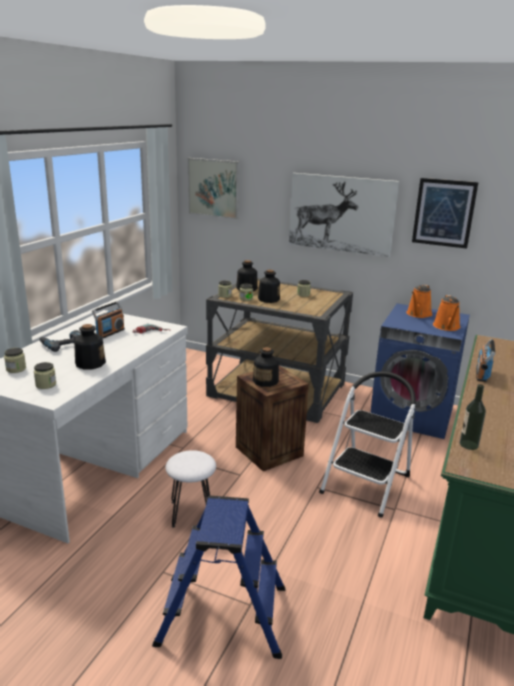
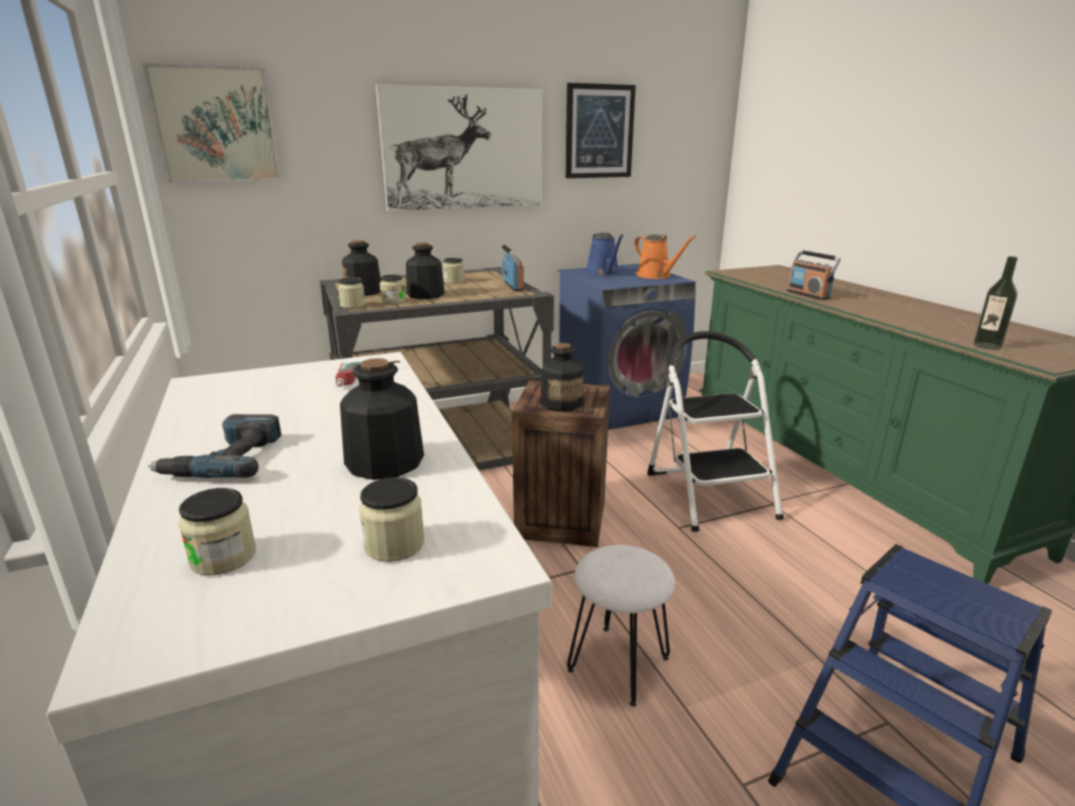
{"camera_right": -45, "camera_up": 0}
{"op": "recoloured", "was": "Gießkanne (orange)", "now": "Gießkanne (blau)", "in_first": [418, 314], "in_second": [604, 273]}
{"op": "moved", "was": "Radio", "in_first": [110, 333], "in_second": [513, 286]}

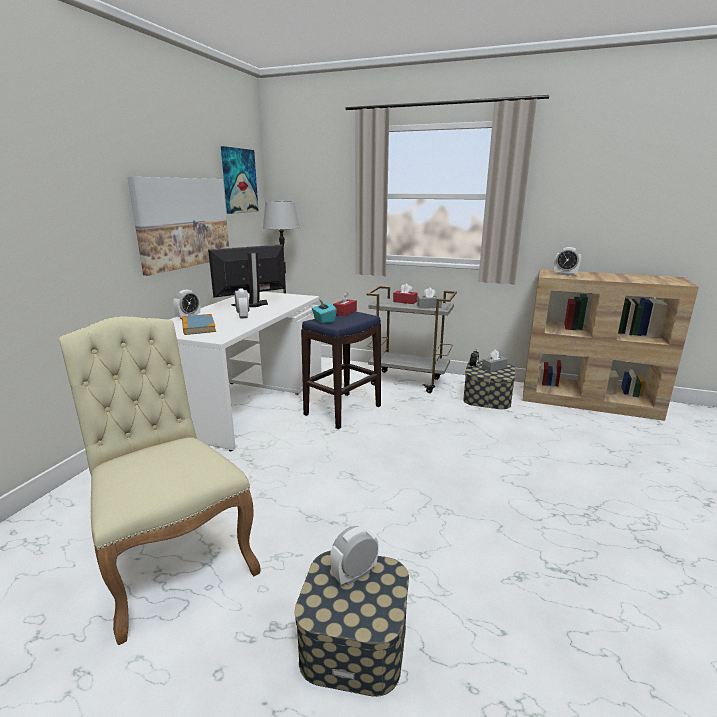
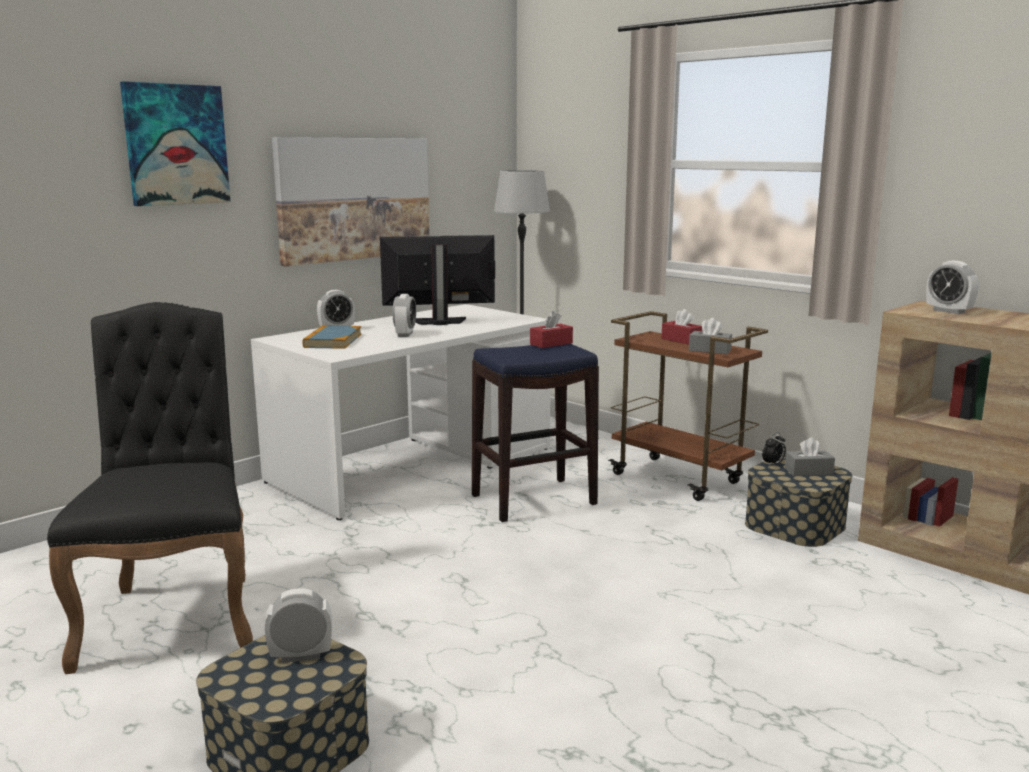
{"camera_right": 25, "camera_up": -5}
{"op": "moved", "was": "Bild", "in_first": [239, 181], "in_second": [176, 145]}
{"op": "recoloured", "was": "Rollwagen (grau)", "now": "Rollwagen (braun)", "in_first": [408, 382], "in_second": [679, 480]}
{"op": "removed", "was": "Taschentuchbox (türkis)", "in_first": [324, 320]}
{"op": "recoloured", "was": "Stuhl (beige)", "now": "Stuhl (schwarz)", "in_first": [173, 562], "in_second": [174, 618]}

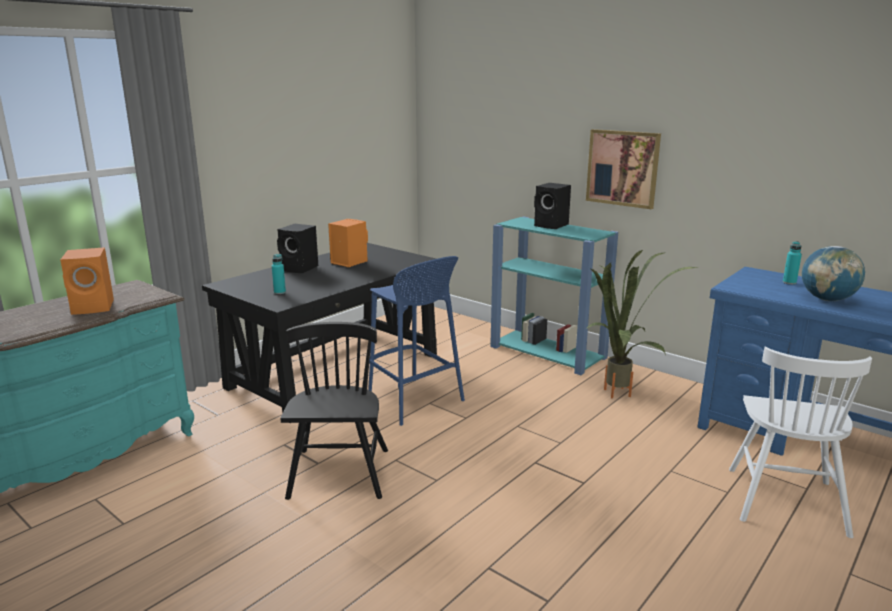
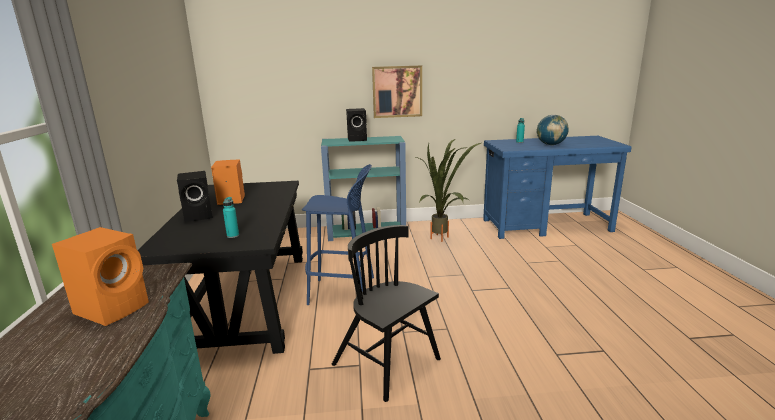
{"camera_right": -45, "camera_up": 0}
{"op": "removed", "was": "Stuhl (weiß)", "in_first": [784, 496]}

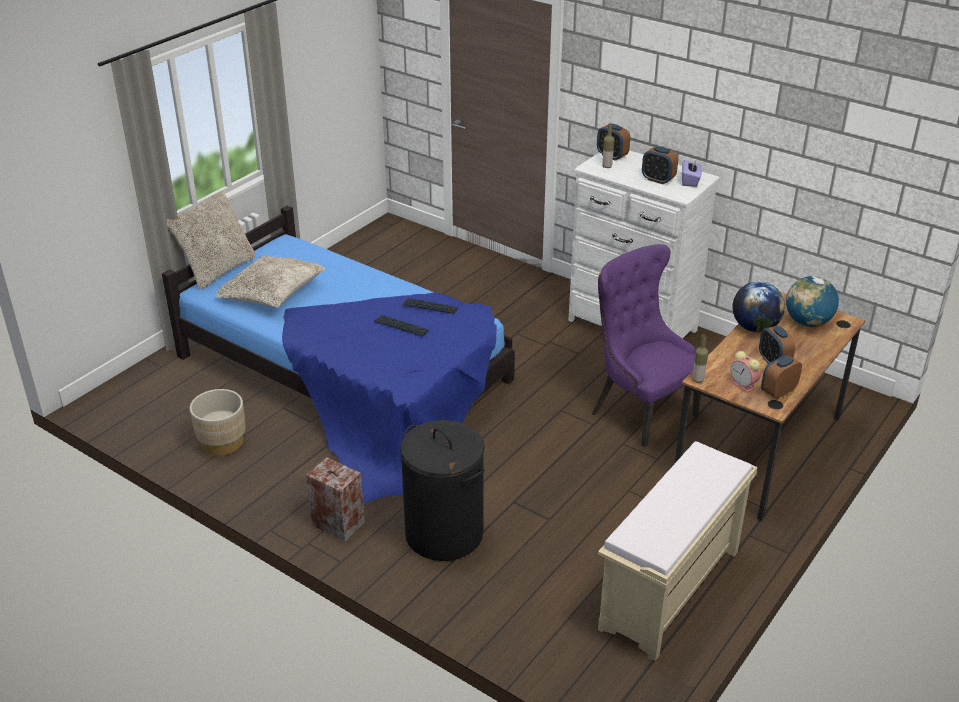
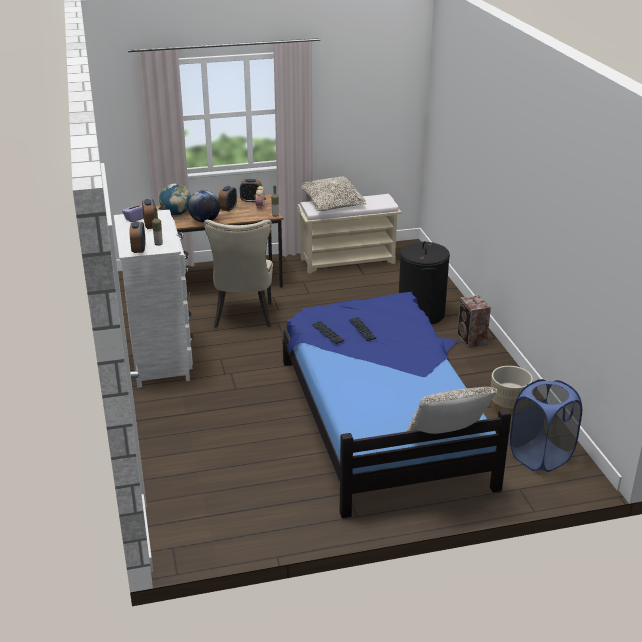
{"camera_right": -140, "camera_up": -5}
{"op": "recoloured", "was": "Stuhl (lila)", "now": "Stuhl (beige)", "in_first": [642, 413], "in_second": [244, 316]}
{"op": "moved", "was": "Kissen (beige)", "in_first": [272, 293], "in_second": [332, 203]}
{"op": "added", "now": "Wäschekorb (blau)", "in_second": [540, 456]}

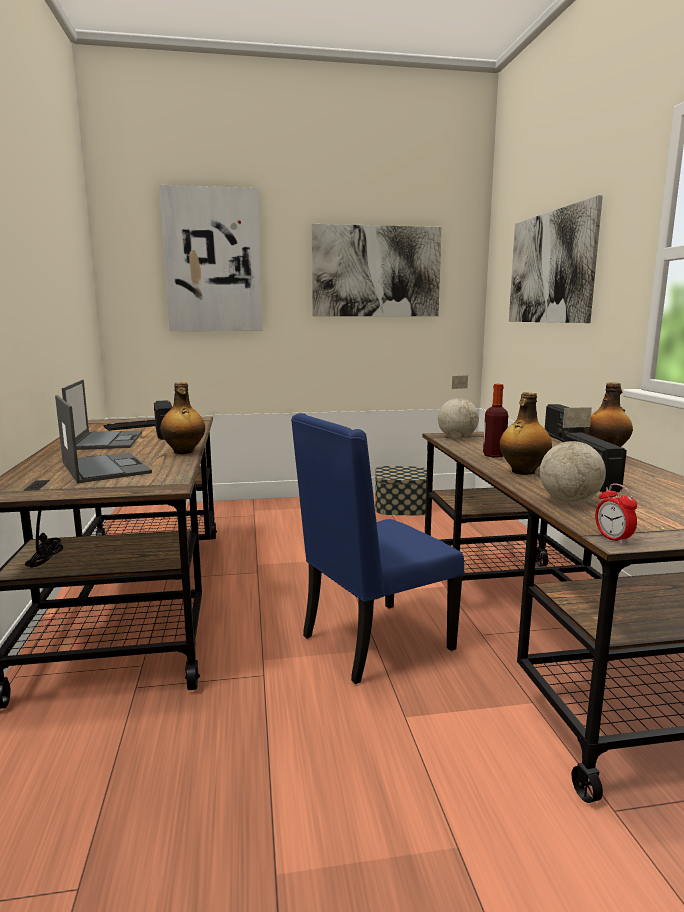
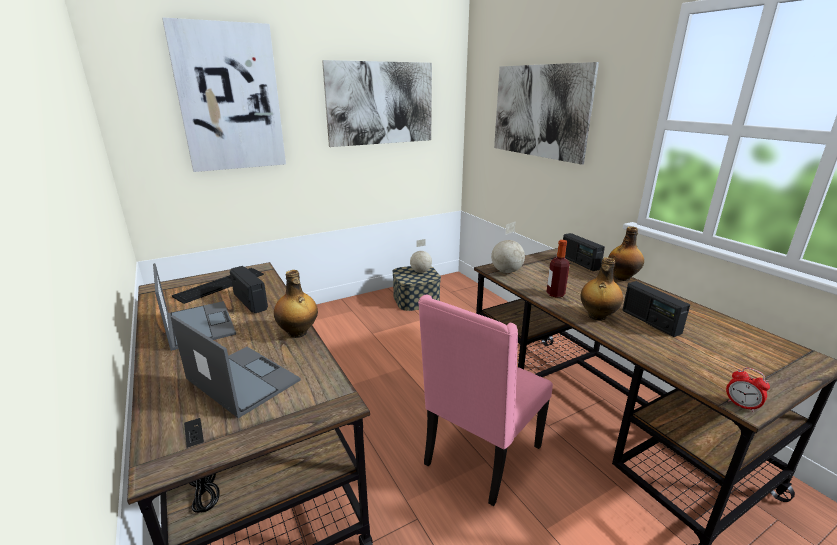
{"camera_right": -20, "camera_up": 10}
{"op": "moved", "was": "Globus", "in_first": [570, 501], "in_second": [421, 272]}
{"op": "recoloured", "was": "Stuhl (blau)", "now": "Stuhl (rosa)", "in_first": [373, 643], "in_second": [480, 456]}

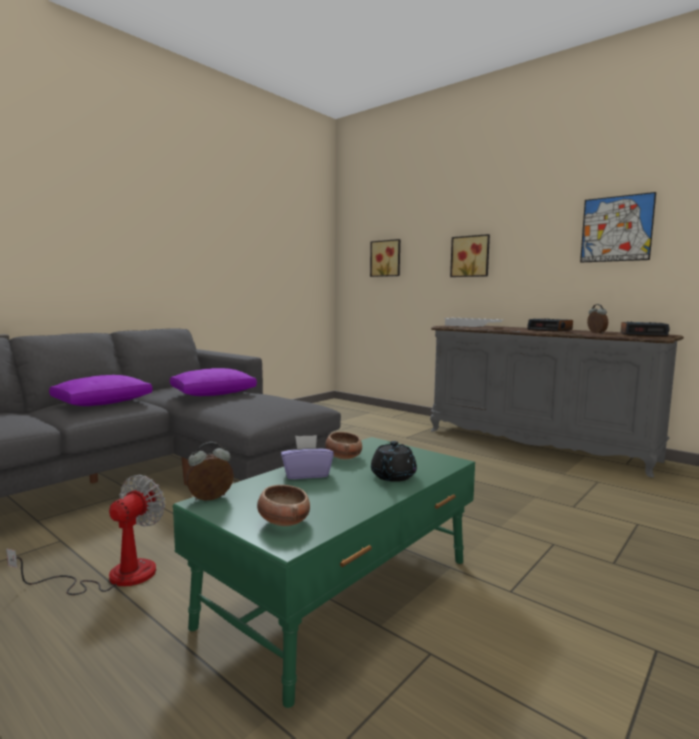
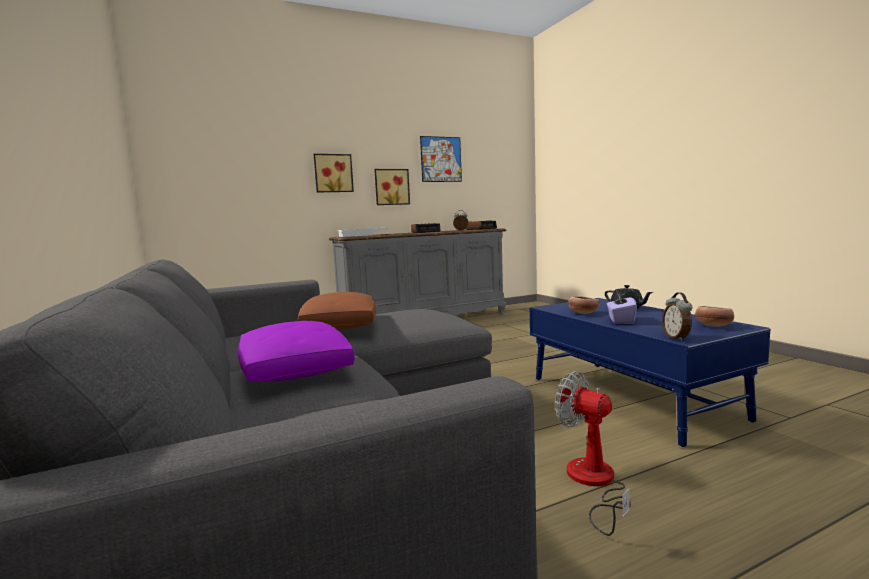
{"camera_right": -65, "camera_up": 0}
{"op": "moved", "was": "Bild", "in_first": [386, 258], "in_second": [391, 187]}
{"op": "recoloured", "was": "Kissen (lila)", "now": "Kissen (braun)", "in_first": [214, 393], "in_second": [339, 325]}
{"op": "recoloured", "was": "Couchtisch (grün)", "now": "Couchtisch (blau)", "in_first": [342, 591], "in_second": [629, 397]}

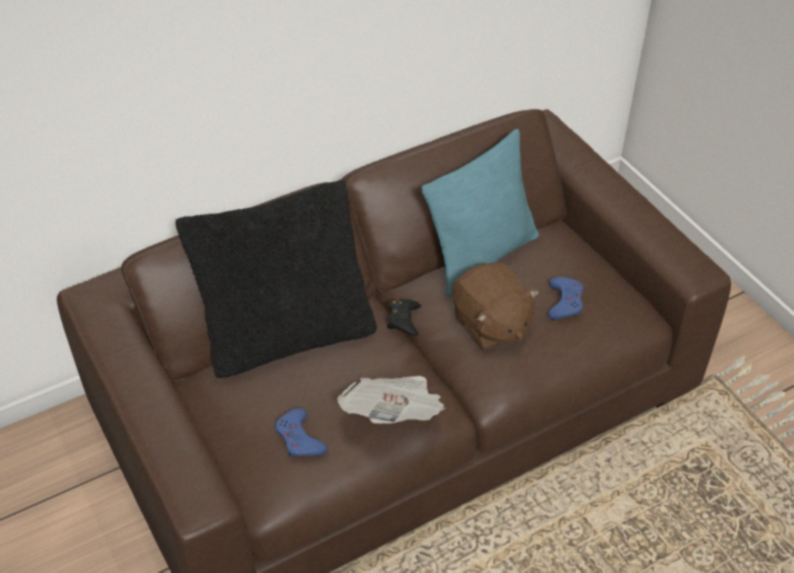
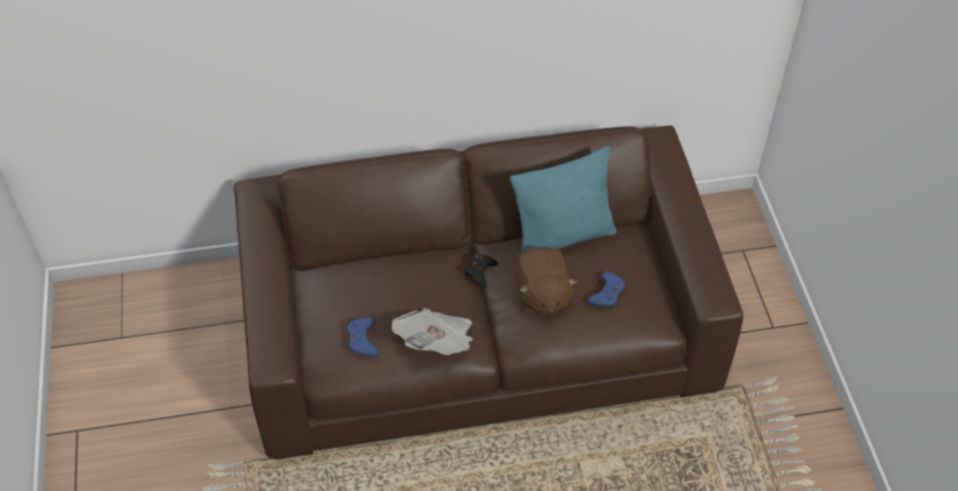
{"camera_right": 20, "camera_up": 5}
{"op": "removed", "was": "Kissen (schwarz)", "in_first": [287, 331]}

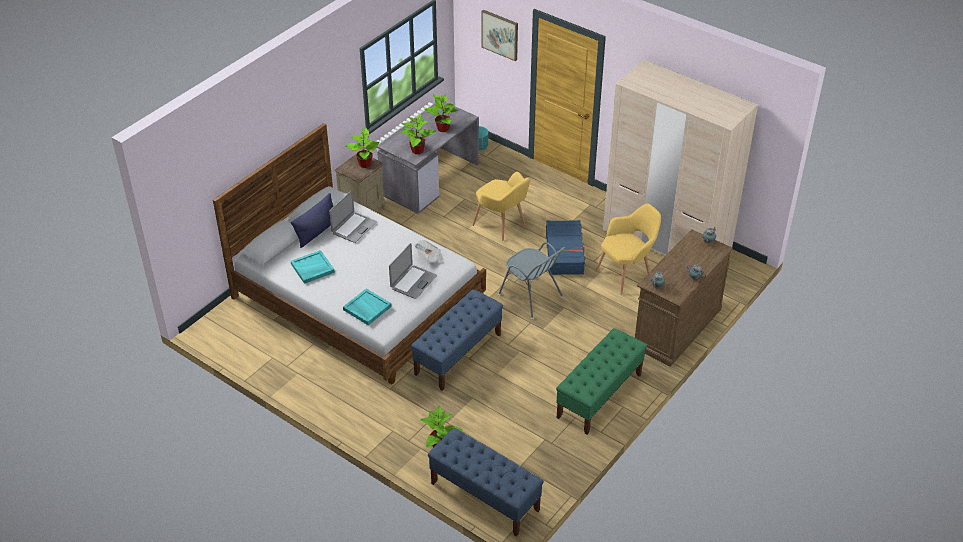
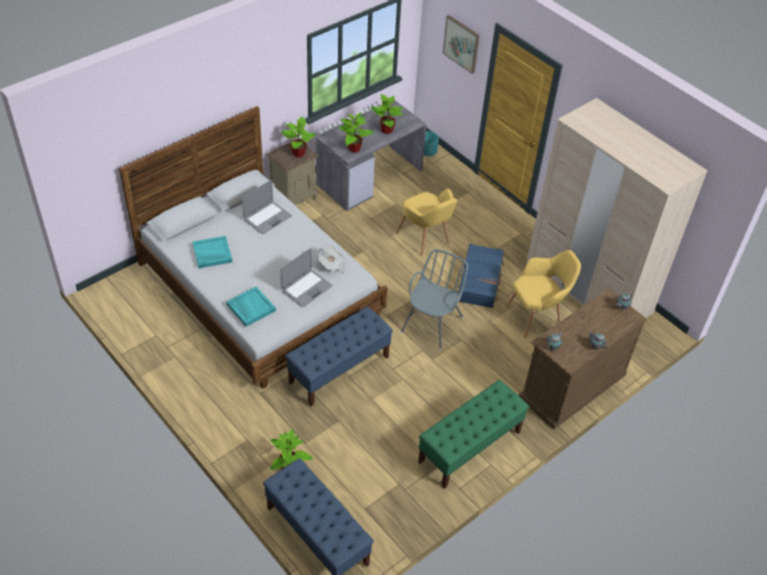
{"camera_right": 10, "camera_up": 5}
{"op": "removed", "was": "Kissen (blau)", "in_first": [317, 231]}
{"op": "turned", "was": "Stuhl (grau)", "in_first": [532, 297], "in_second": [433, 322], "clockwise": -120}

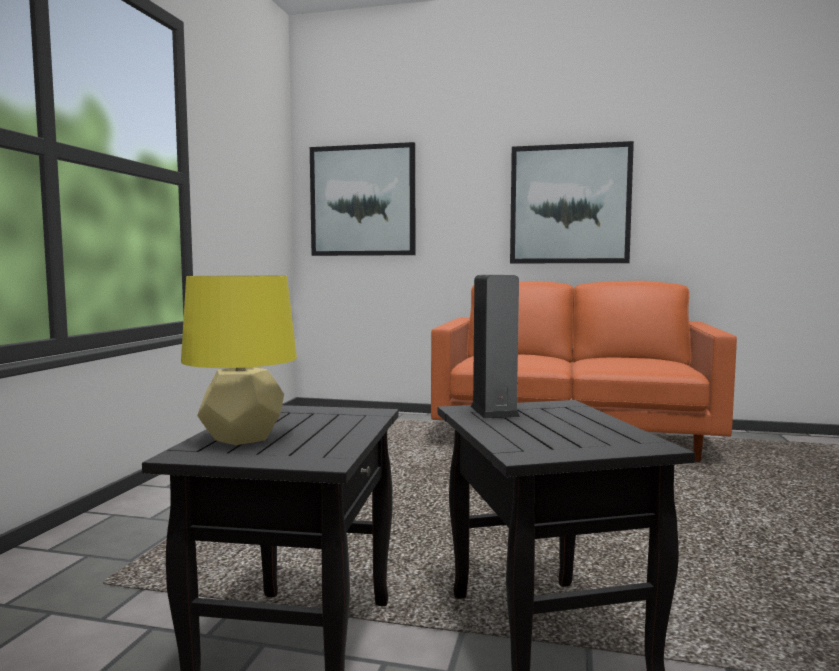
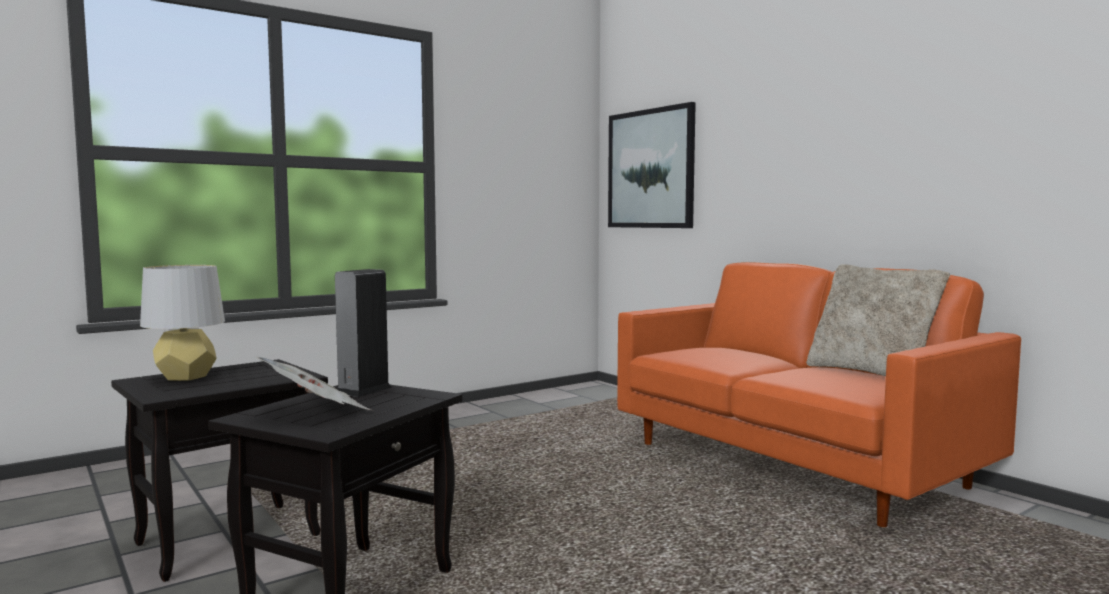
{"camera_right": 40, "camera_up": 0}
{"op": "removed", "was": "Bild", "in_first": [569, 204]}
{"op": "recoloured", "was": "Tischlampe (gelb)", "now": "Tischlampe (grau)", "in_first": [242, 438], "in_second": [186, 377]}
{"op": "added", "now": "Kissen (beige)", "in_second": [871, 372]}
{"op": "added", "now": "Zeitung", "in_second": [317, 412]}

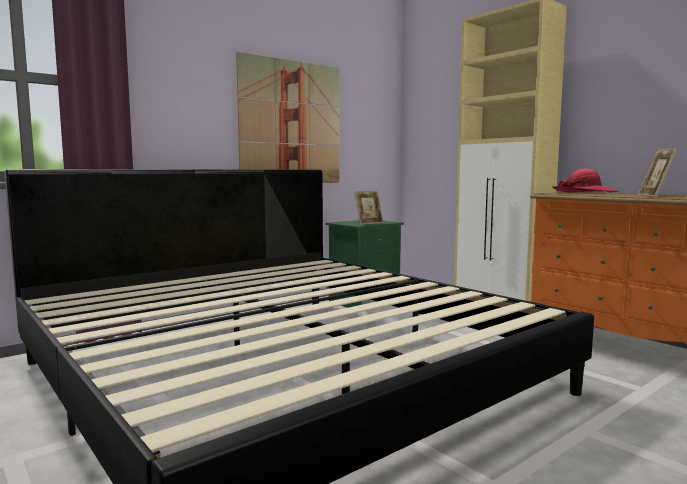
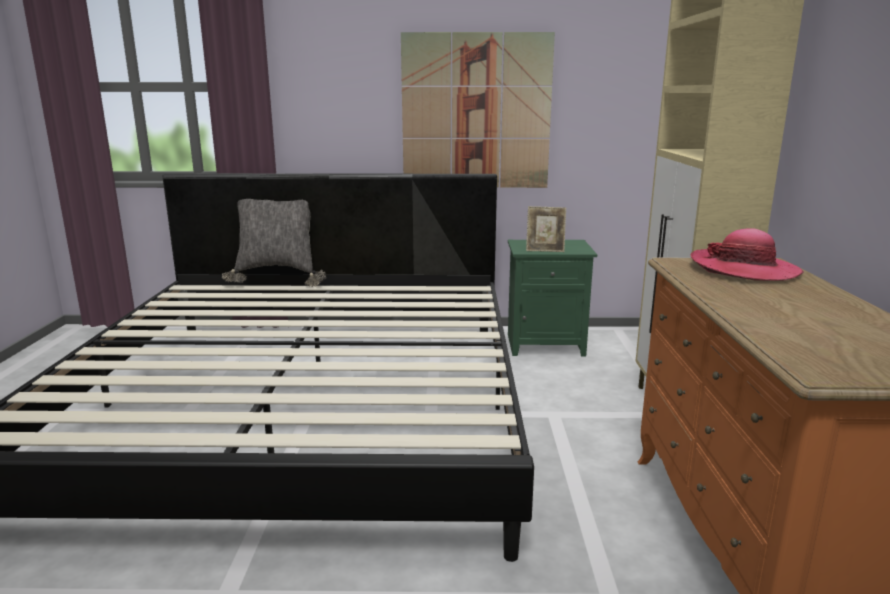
{"camera_right": 40, "camera_up": 10}
{"op": "removed", "was": "Bilderrahmen", "in_first": [654, 196]}
{"op": "added", "now": "Kissen", "in_second": [279, 282]}

